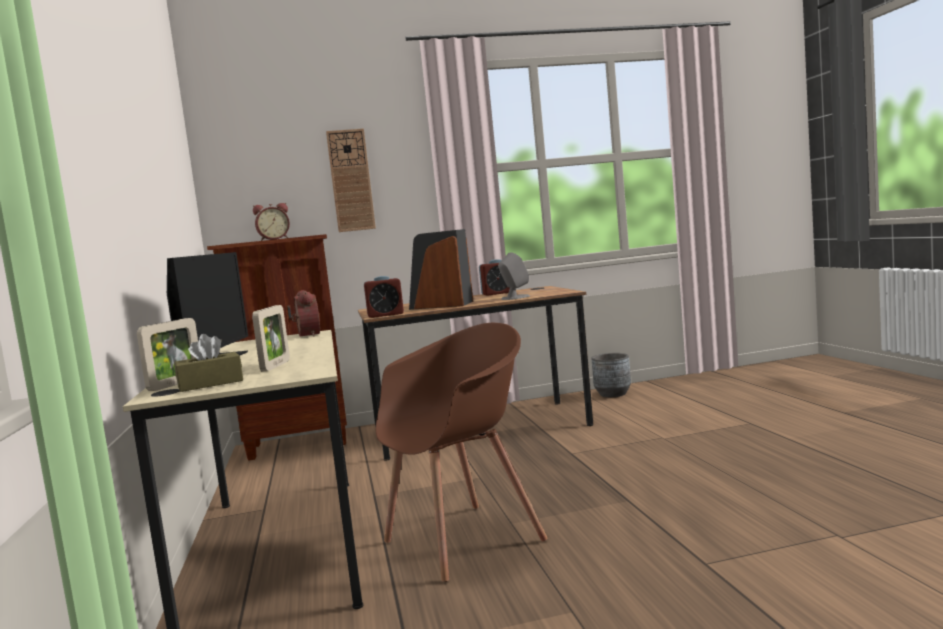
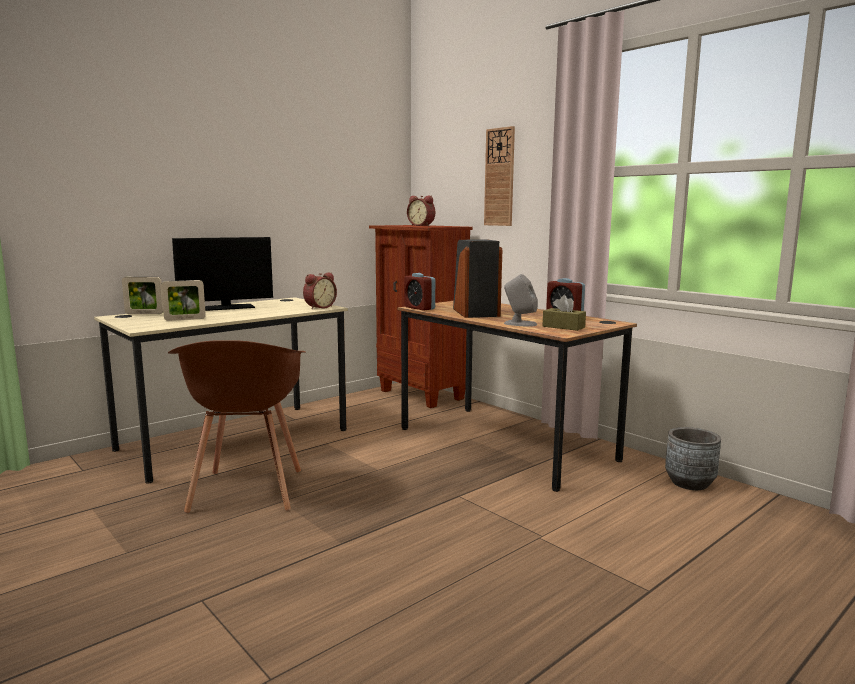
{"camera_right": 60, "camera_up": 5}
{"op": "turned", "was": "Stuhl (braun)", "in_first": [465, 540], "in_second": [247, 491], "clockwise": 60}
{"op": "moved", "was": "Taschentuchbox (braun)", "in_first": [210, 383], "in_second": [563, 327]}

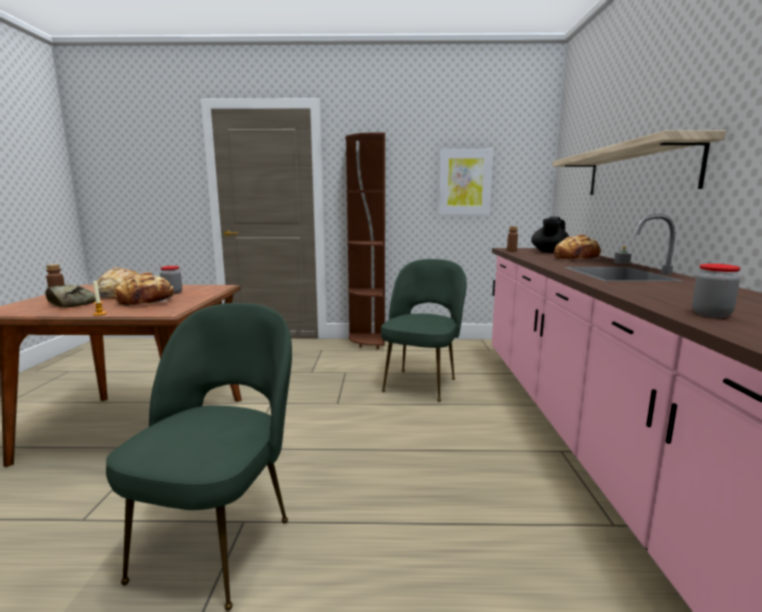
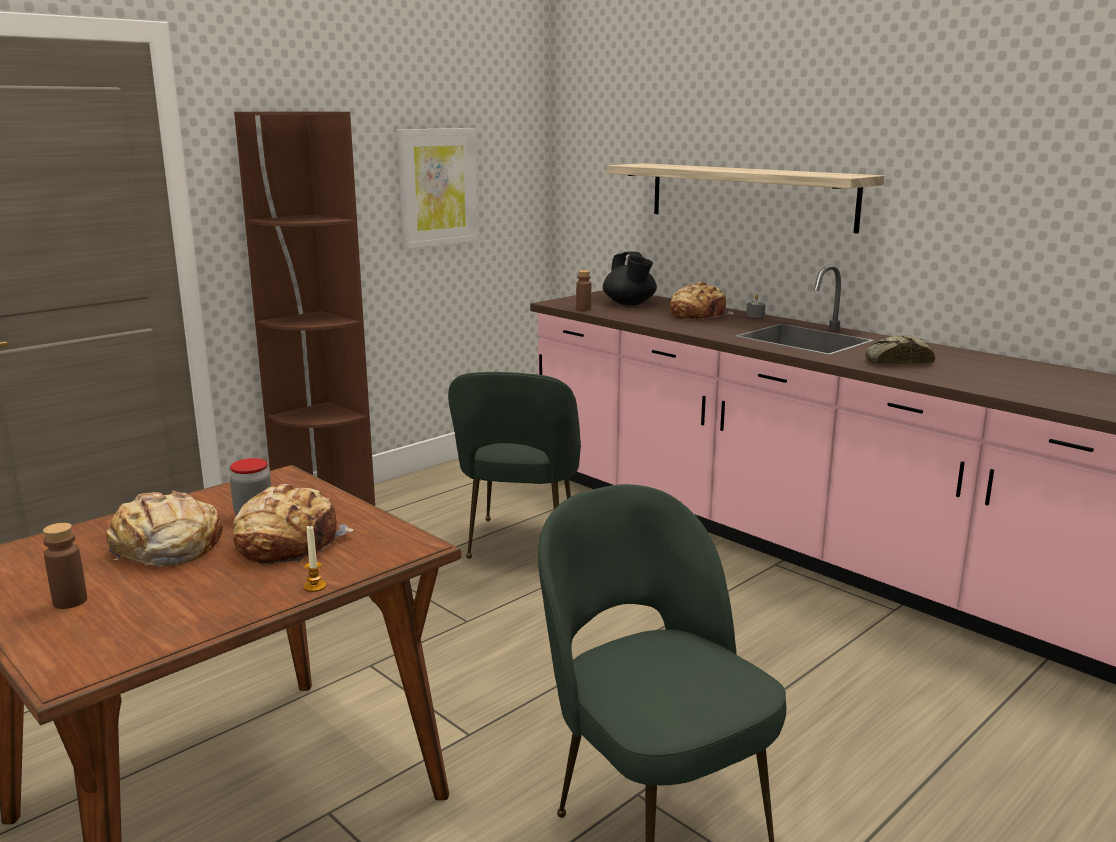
{"camera_right": -45, "camera_up": 5}
{"op": "turned", "was": "Stuhl (grün)", "in_first": [422, 382], "in_second": [519, 546], "clockwise": -150}
{"op": "removed", "was": "Vorratsglas", "in_first": [711, 314]}
{"op": "moved", "was": "Brot", "in_first": [71, 303], "in_second": [896, 361]}

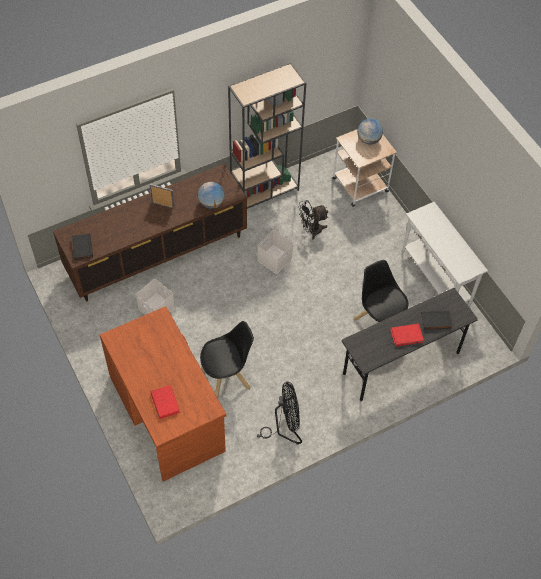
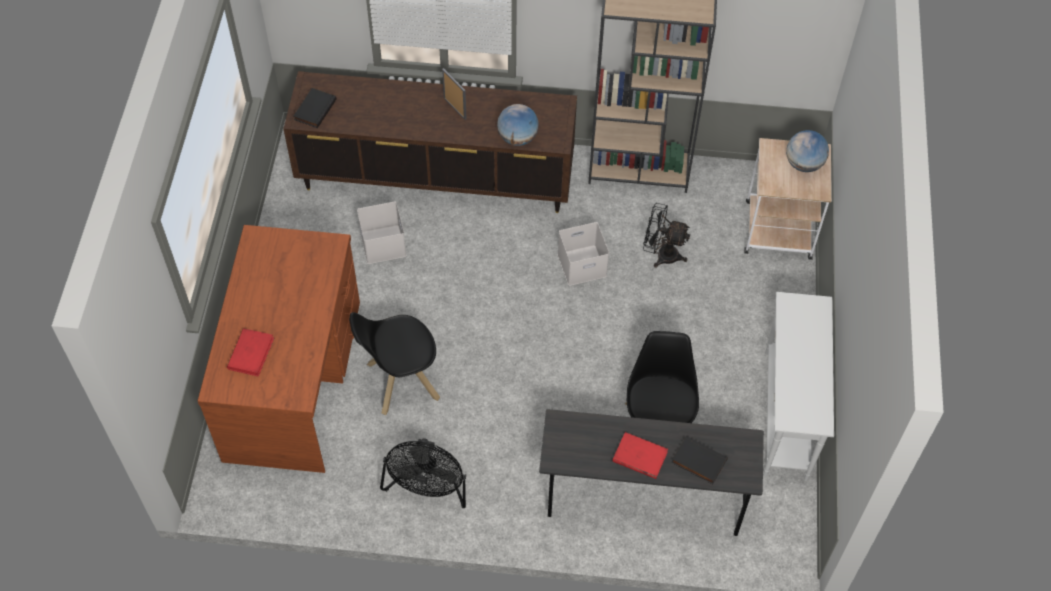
{"camera_right": 35, "camera_up": 0}
{"op": "turned", "was": "Stuhl (schwarz)", "in_first": [227, 377], "in_second": [400, 381], "clockwise": 150}
{"op": "turned", "was": "Ventilator (schwarz)", "in_first": [284, 423], "in_second": [426, 483], "clockwise": 75}

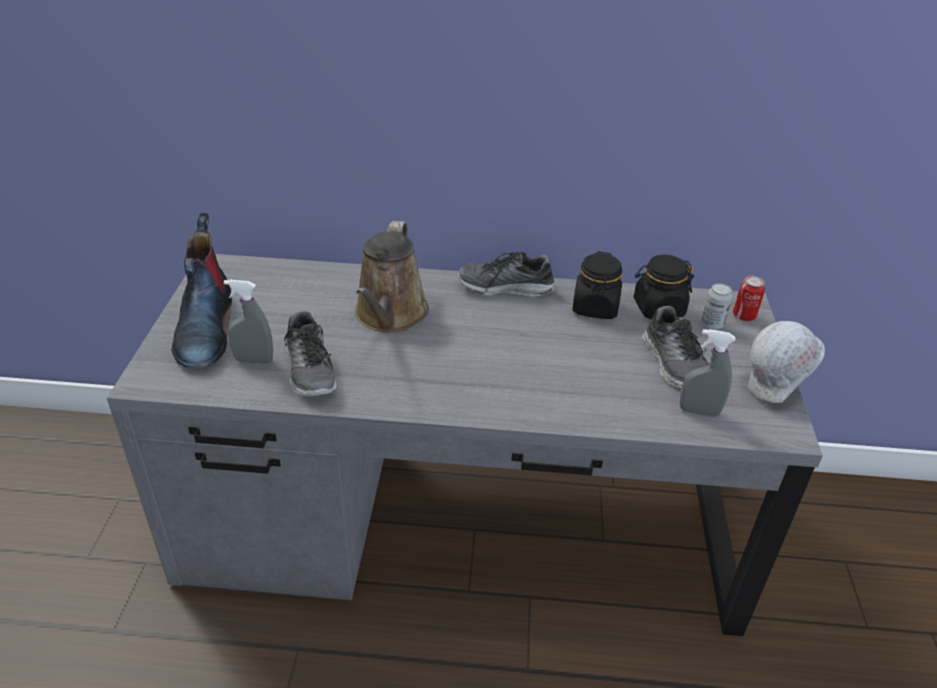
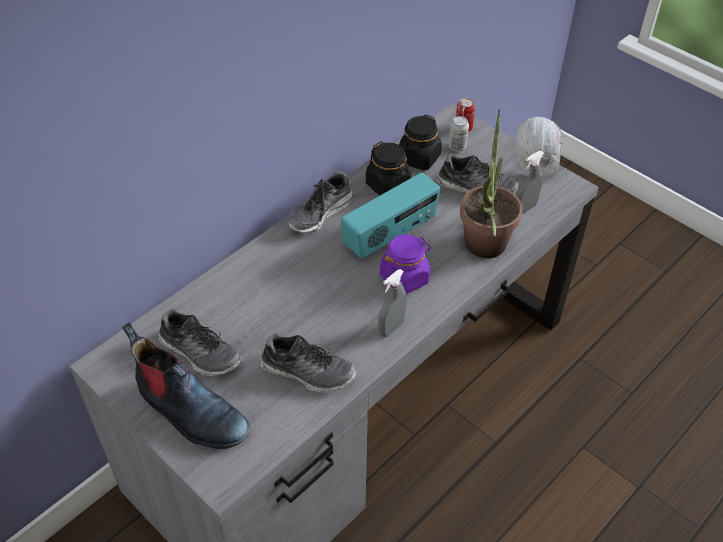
{"camera_right": -50, "camera_up": 10}
{"op": "removed", "was": "Gießkanne (braun)", "in_first": [390, 315]}
{"op": "moved", "was": "Sprühflasche (grau)", "in_first": [254, 360], "in_second": [391, 328]}
{"op": "added", "now": "Topfpflanze", "in_second": [483, 250]}
{"op": "added", "now": "Radio", "in_second": [390, 235]}
{"op": "added", "now": "Vorratsglas (lila)", "in_second": [404, 278]}
{"op": "added", "now": "Schuh", "in_second": [200, 352]}

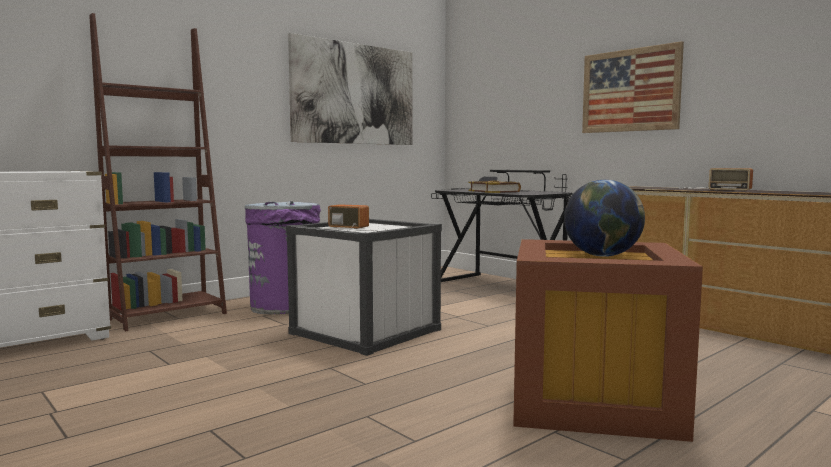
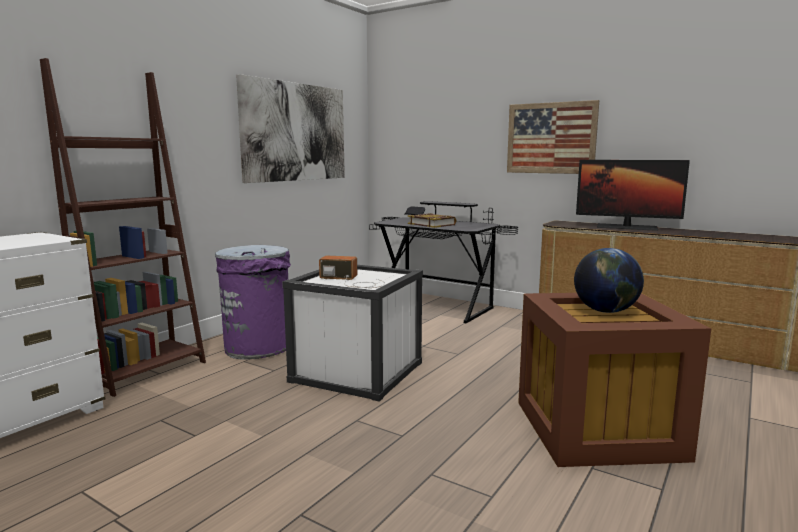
{"camera_right": -15, "camera_up": 5}
{"op": "replaced", "was": "Radio", "now": "Monitor", "in_first": [712, 189], "in_second": [626, 227]}

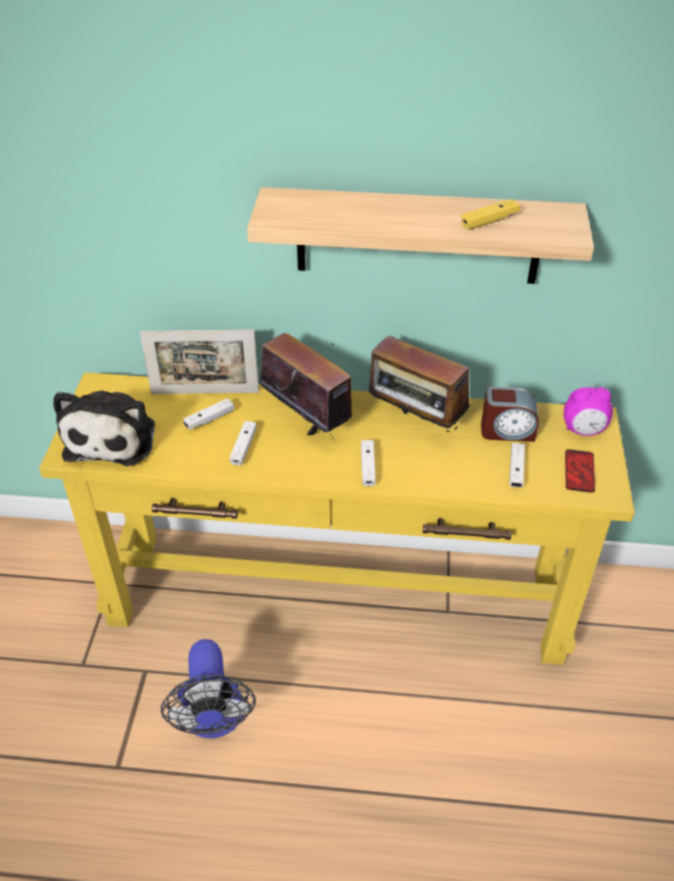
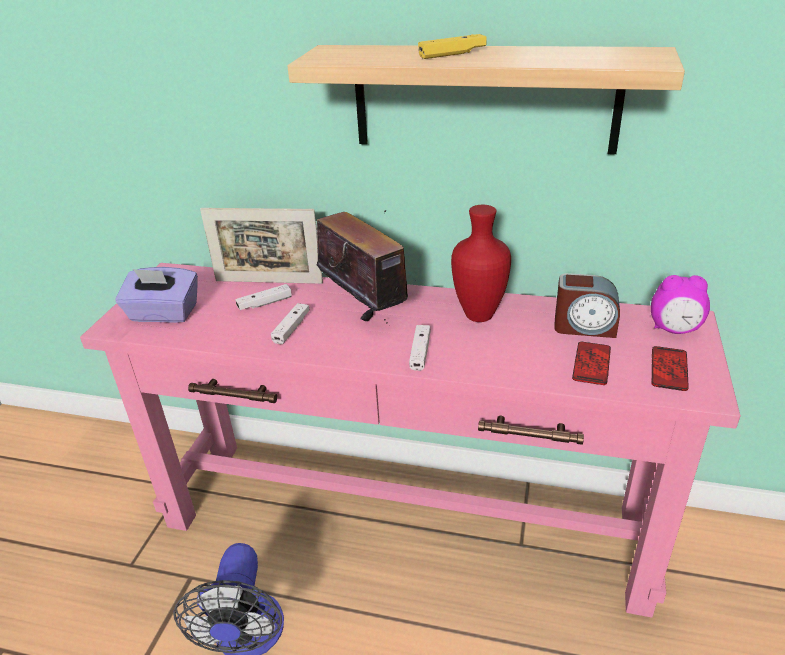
{"camera_right": 10, "camera_up": -10}
{"op": "moved", "was": "Gamepad (gelb)", "in_first": [489, 221], "in_second": [452, 54]}
{"op": "replaced", "was": "Radio", "now": "Vase (rot)", "in_first": [415, 423], "in_second": [481, 315]}
{"op": "recoloured", "was": "Konsolentisch (gelb)", "now": "Konsolentisch (rosa)", "in_first": [337, 597], "in_second": [404, 519]}
{"op": "replaced", "was": "Plüschtier", "now": "Taschentuchbox (lila)", "in_first": [113, 437], "in_second": [163, 314]}
{"op": "replaced", "was": "Gamepad (weiß)", "now": "Handy", "in_first": [516, 470], "in_second": [591, 364]}

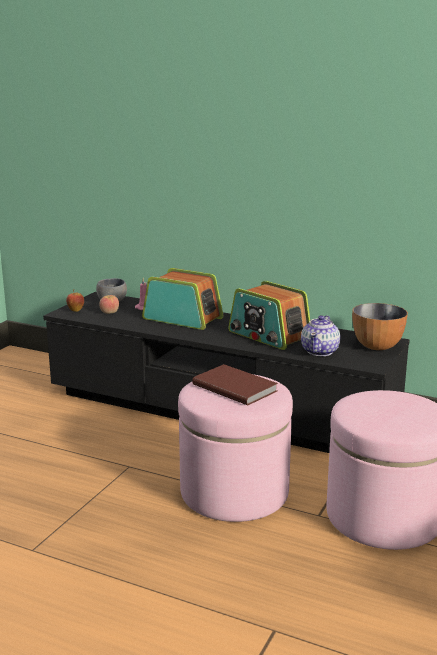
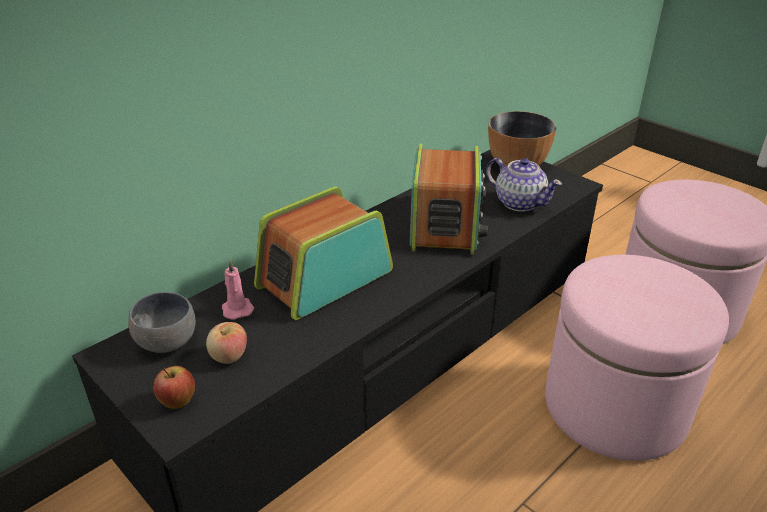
{"camera_right": -70, "camera_up": 15}
{"op": "turned", "was": "Radio", "in_first": [269, 335], "in_second": [445, 223], "clockwise": -60}
{"op": "removed", "was": "Buch (braun)", "in_first": [235, 387]}

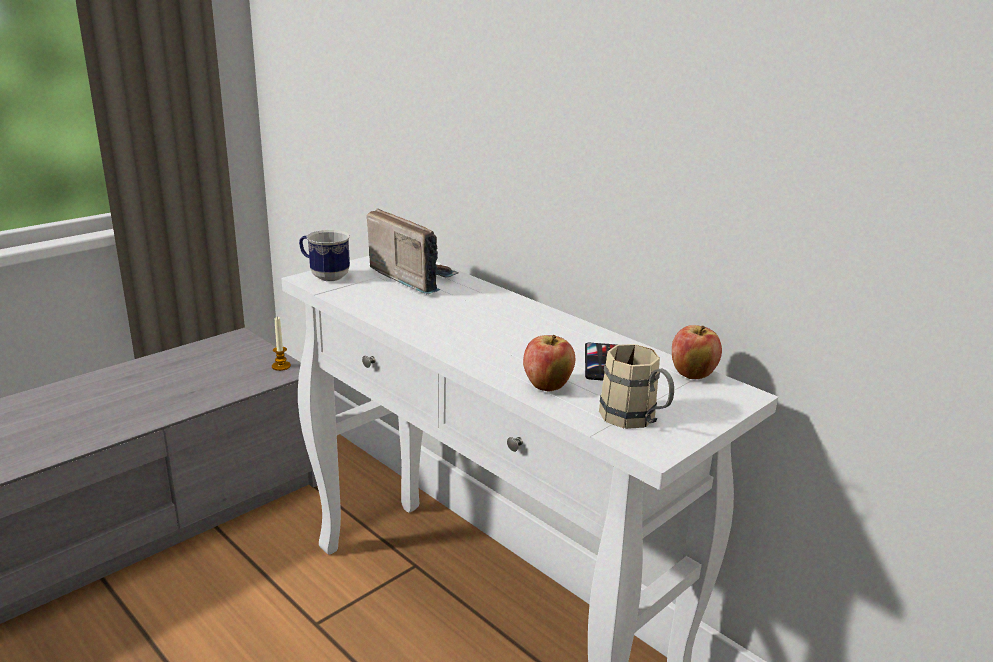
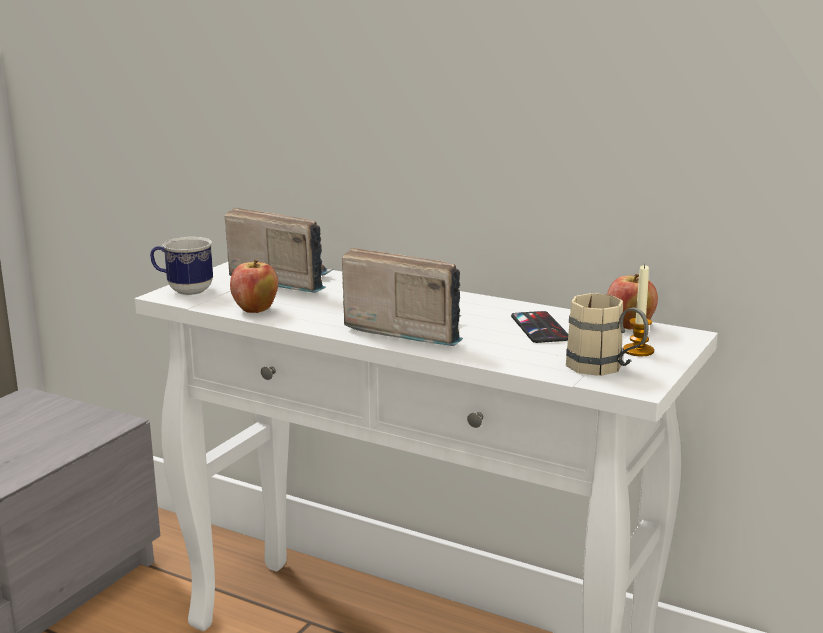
{"camera_right": -15, "camera_up": -5}
{"op": "moved", "was": "Kerze", "in_first": [281, 366], "in_second": [638, 351]}
{"op": "moved", "was": "Apfel", "in_first": [547, 386], "in_second": [255, 310]}
{"op": "added", "now": "Radio", "in_second": [406, 330]}

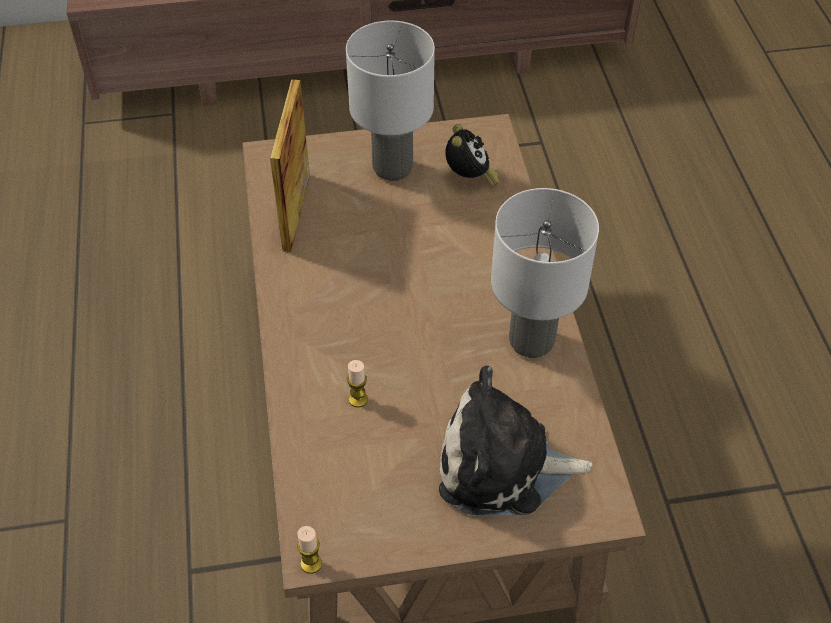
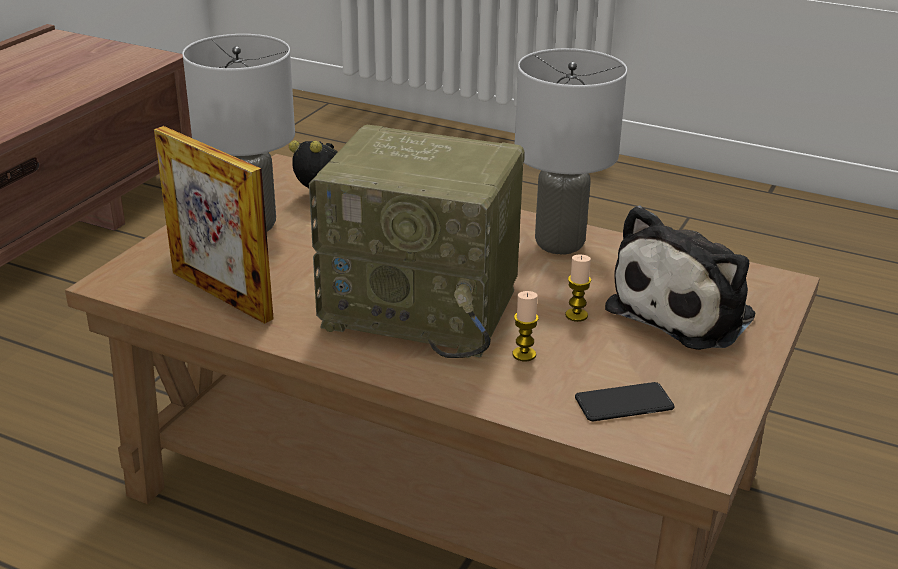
{"camera_right": -55, "camera_up": -20}
{"op": "moved", "was": "Kerze", "in_first": [311, 563], "in_second": [576, 315]}
{"op": "added", "now": "Radio", "in_second": [424, 308]}
{"op": "added", "now": "Handy", "in_second": [624, 403]}

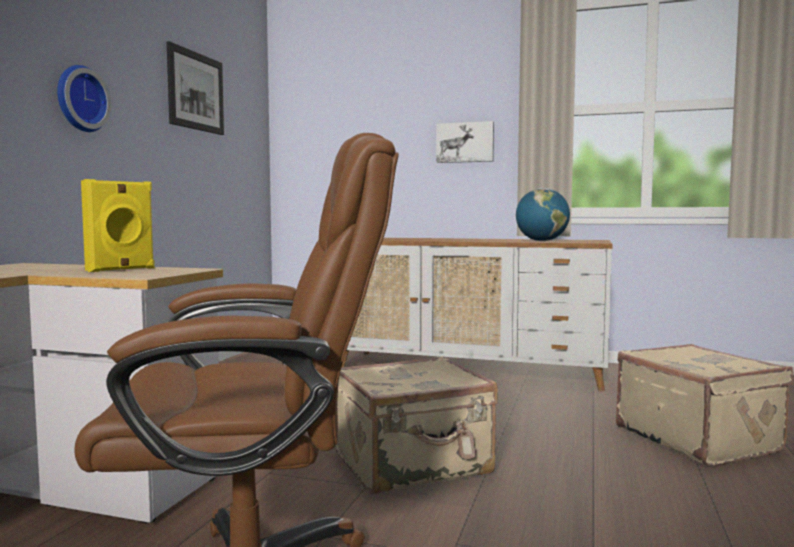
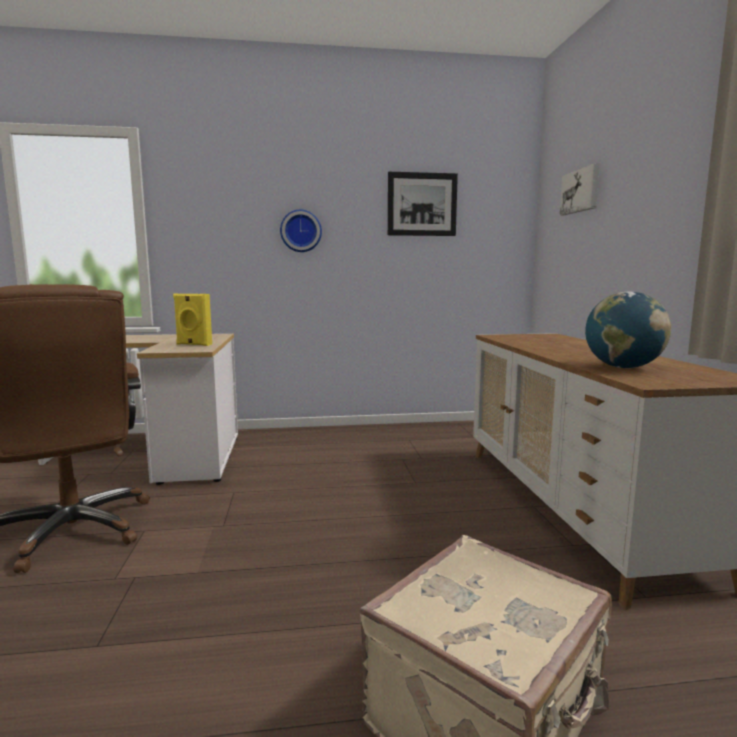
{"camera_right": 65, "camera_up": 5}
{"op": "moved", "was": "Bild", "in_first": [465, 142], "in_second": [581, 191]}
{"op": "removed", "was": "Koffer (beige)", "in_first": [413, 465]}

